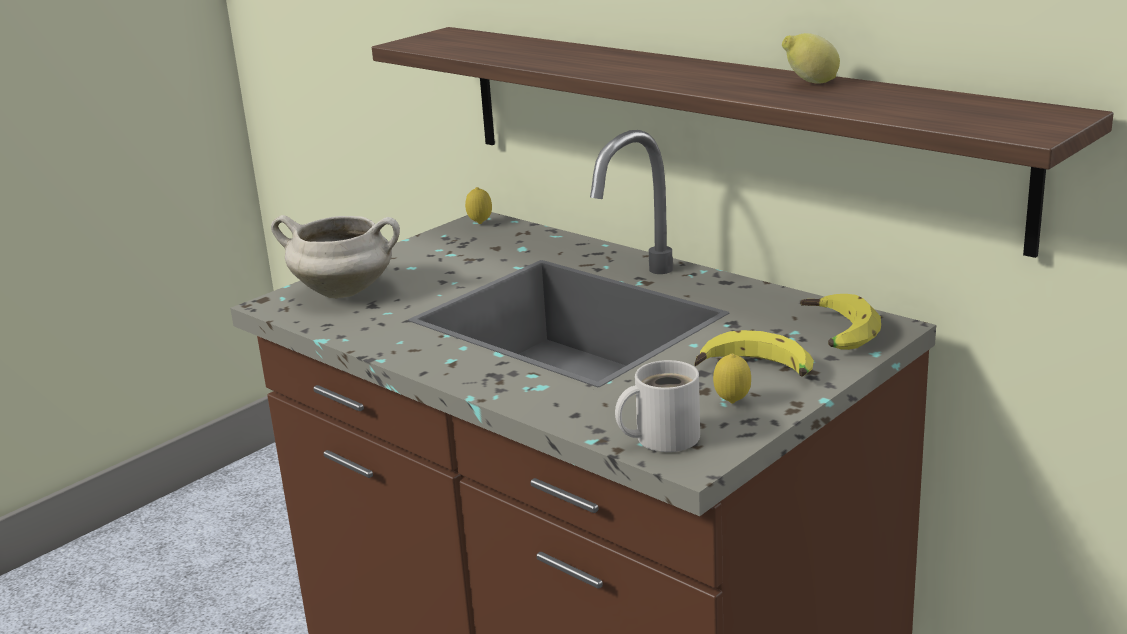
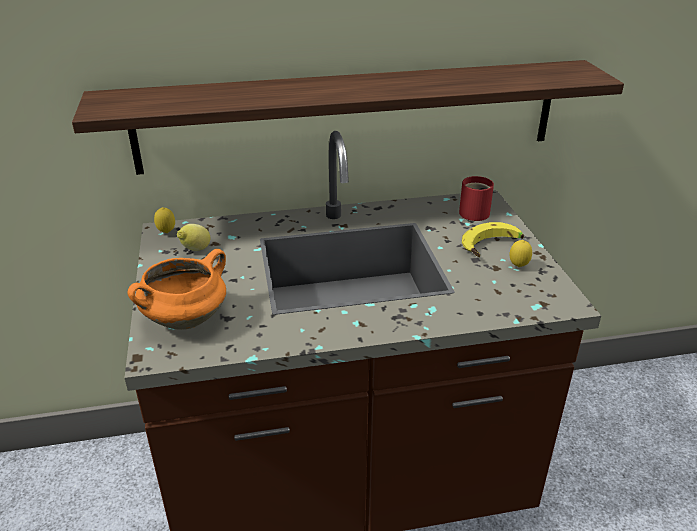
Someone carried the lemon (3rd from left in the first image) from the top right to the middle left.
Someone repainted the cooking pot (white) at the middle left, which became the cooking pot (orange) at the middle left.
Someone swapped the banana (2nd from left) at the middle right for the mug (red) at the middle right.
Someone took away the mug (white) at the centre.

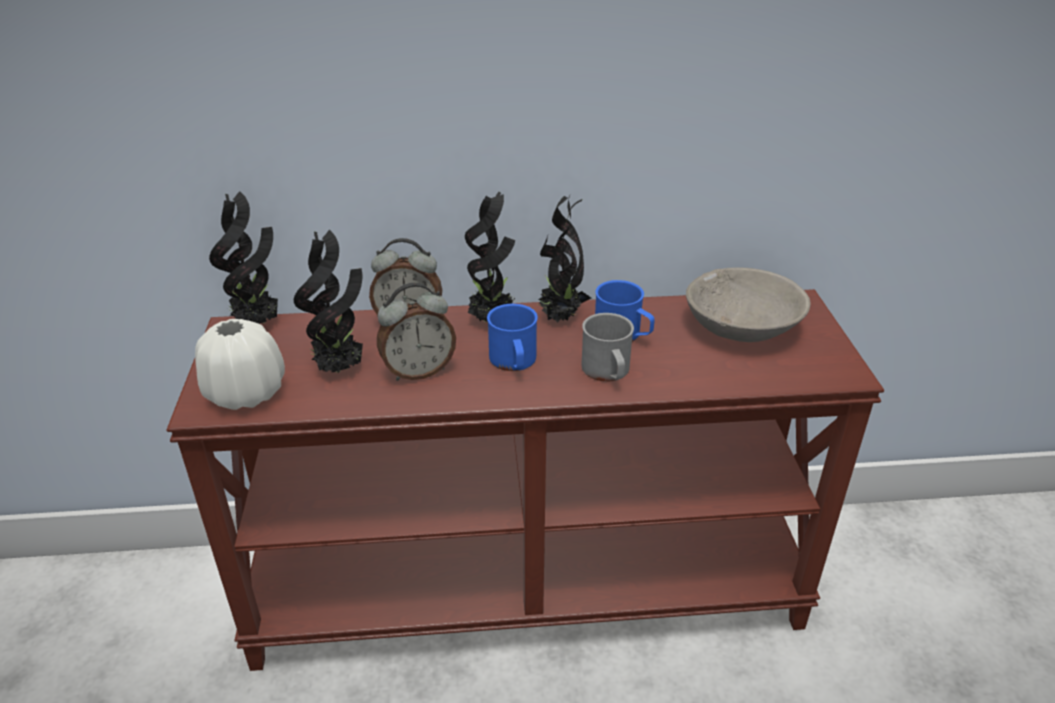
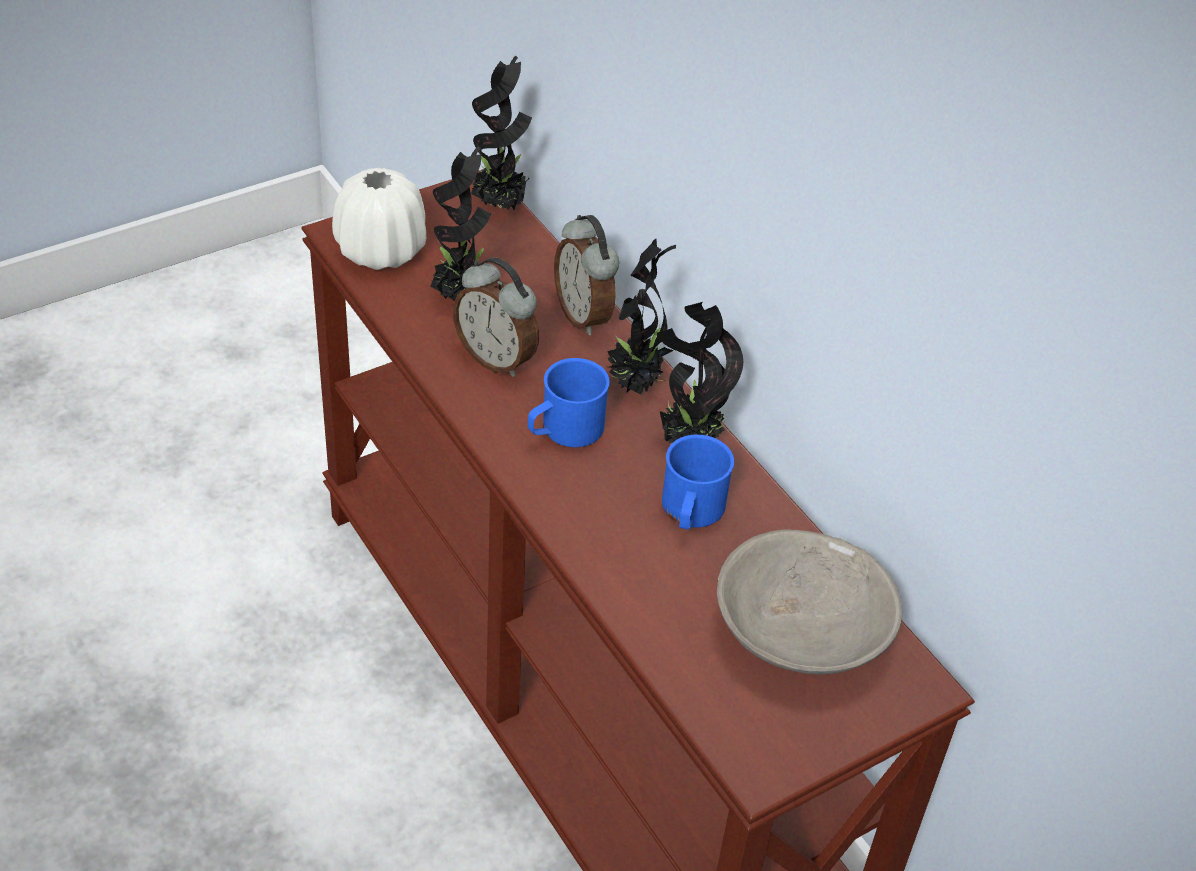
Someone took away the mug (grey) at the centre.

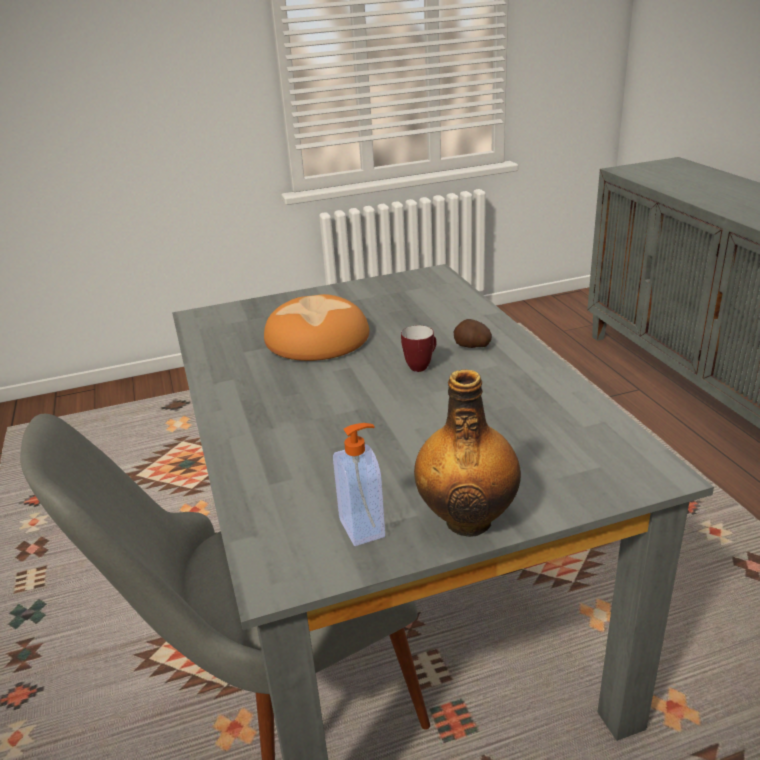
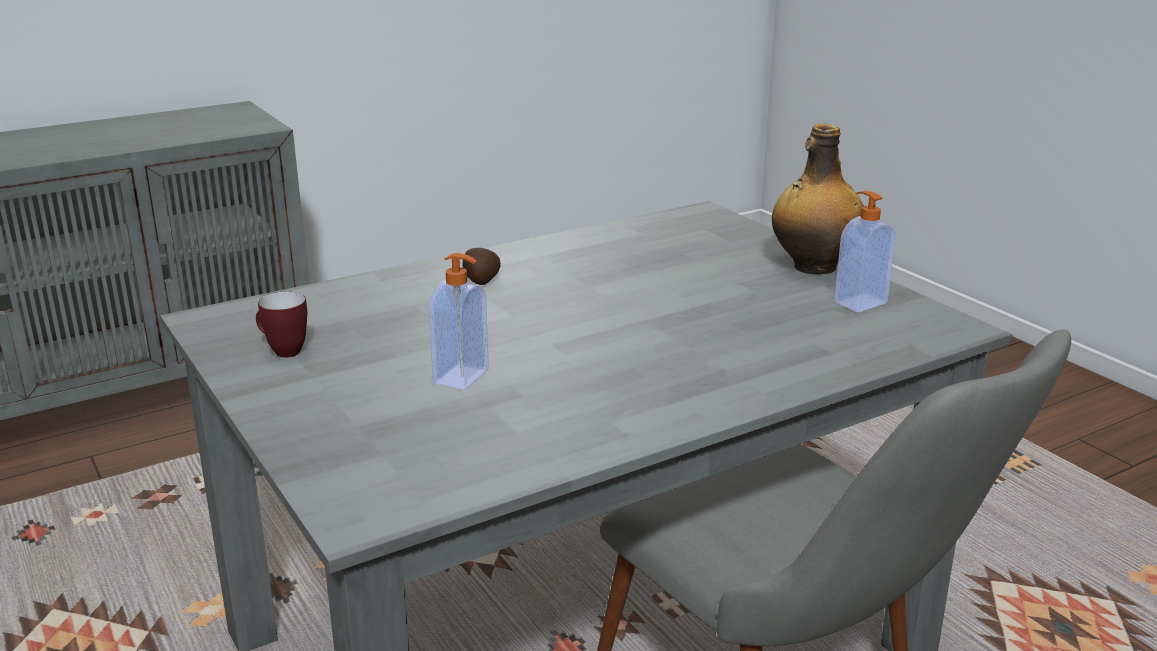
Someone swapped the bread at the centre for the soap dispenser (1st from left) at the centre.
Someone carried the mug from the centre to the middle left.

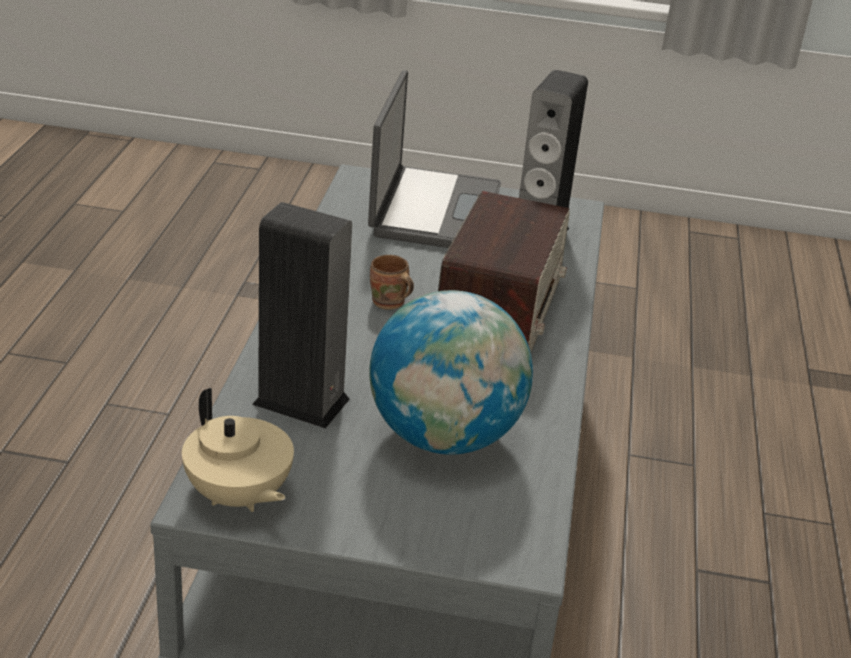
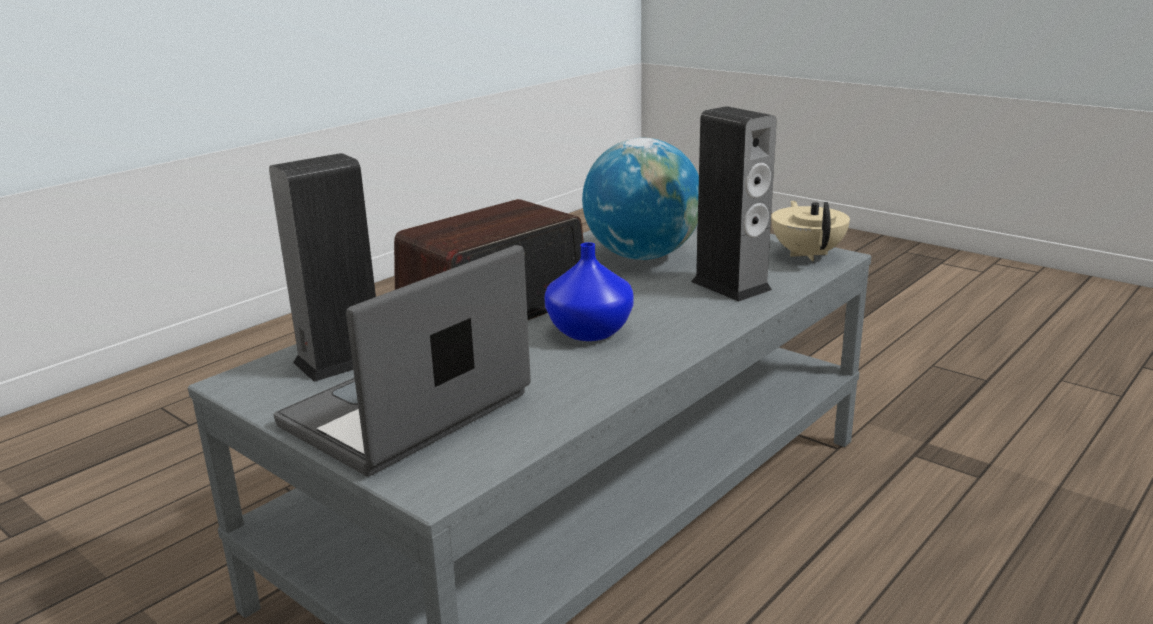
Someone swapped the mug (brown) at the centre for the vase (blue) at the centre.

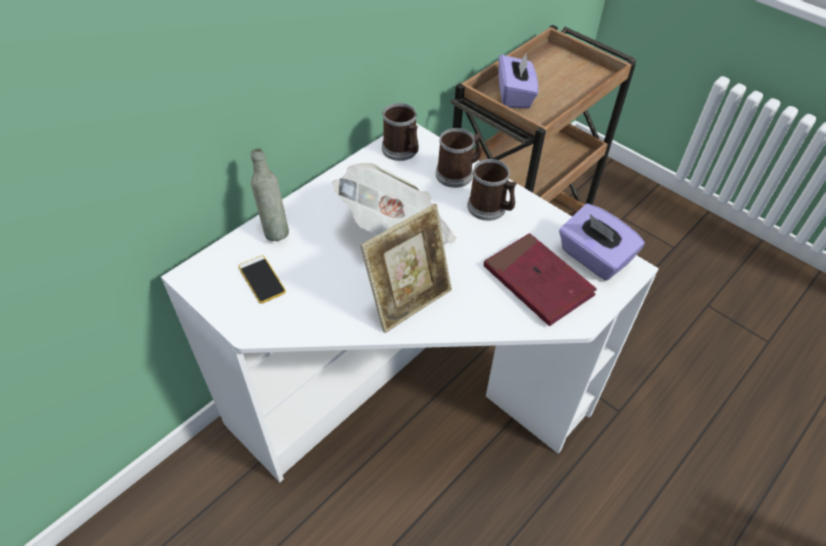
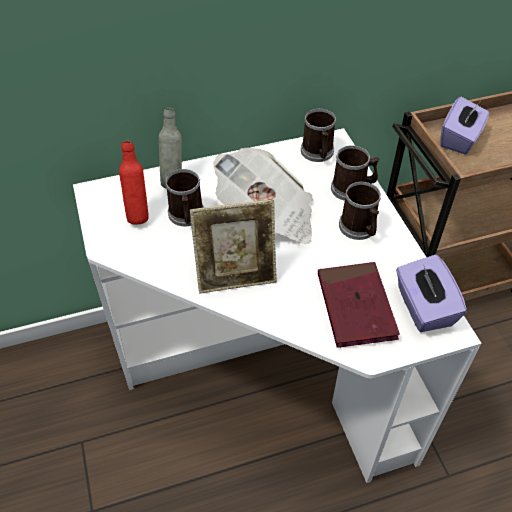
Someone swapped the phone at the middle left for the bottle (red) at the middle left.
Someone put down the mug (1st from left) at the centre.

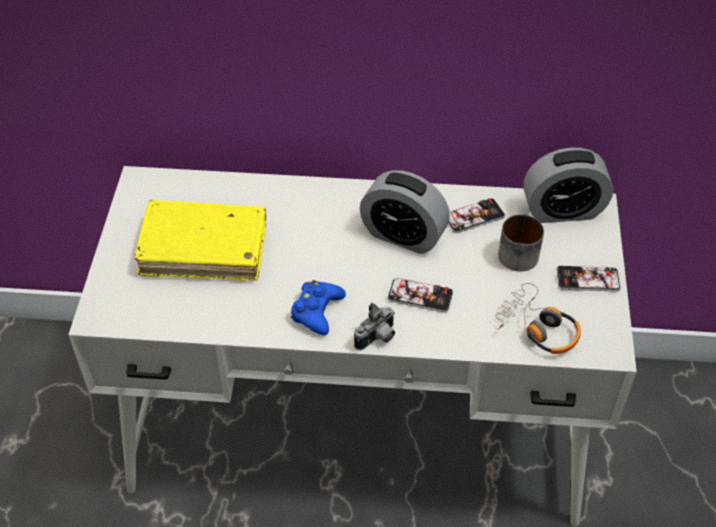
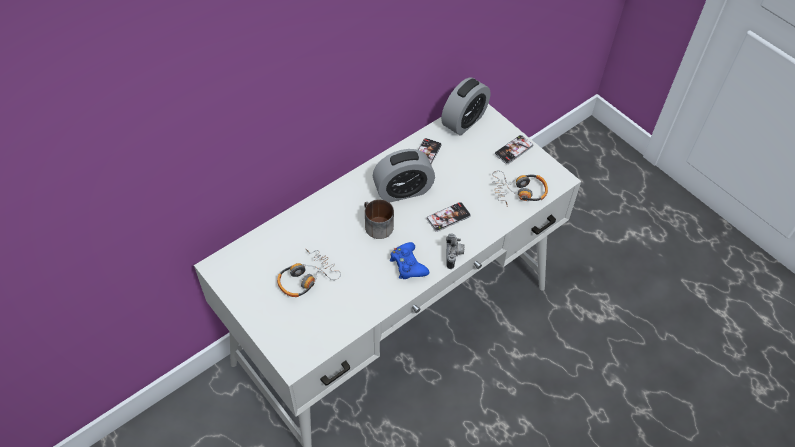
Someone swapped the book (yellow) at the middle left for the headphones (1st from left) at the centre.
Someone carried the mug from the middle right to the centre.

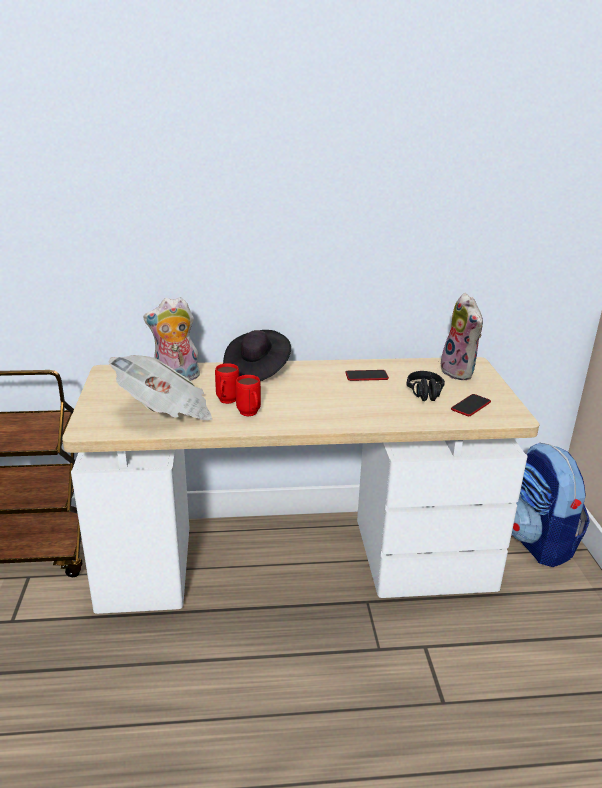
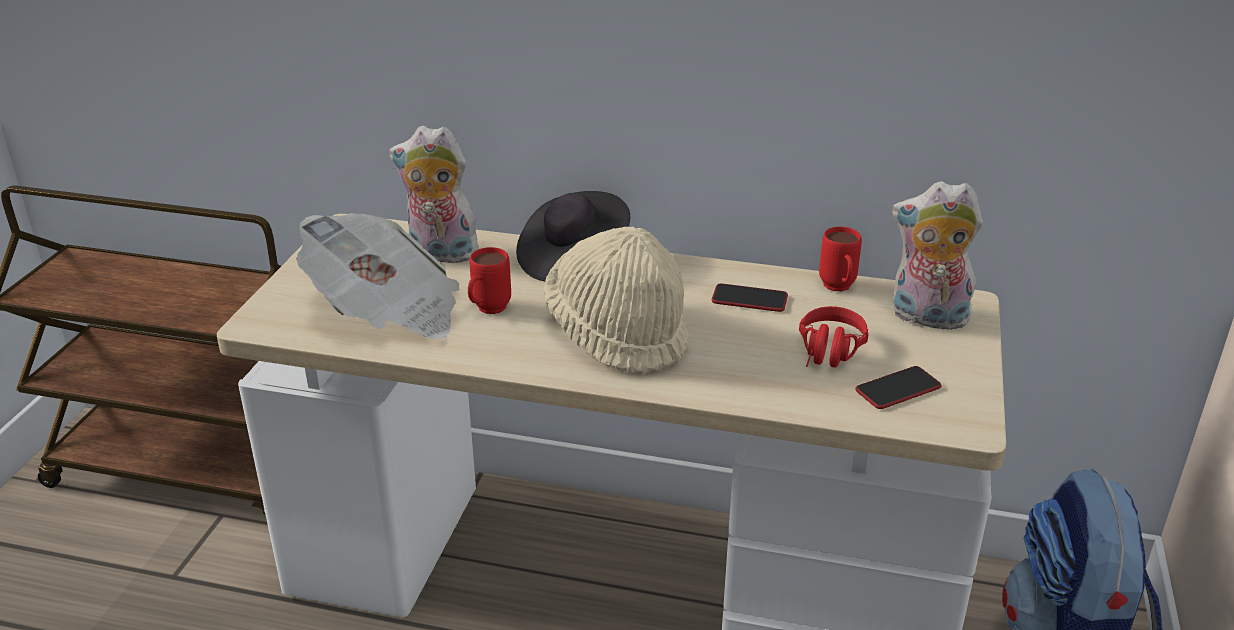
Someone rotated the plush toy (2nd from left) at the middle right by 105 degrees clockwise.
Someone repainted the headphones (black) at the middle right, which became the headphones (red) at the middle right.
Someone carried the mug (red) (2nd from left) from the centre to the middle right.
Someone put down the hat (beige) at the centre.

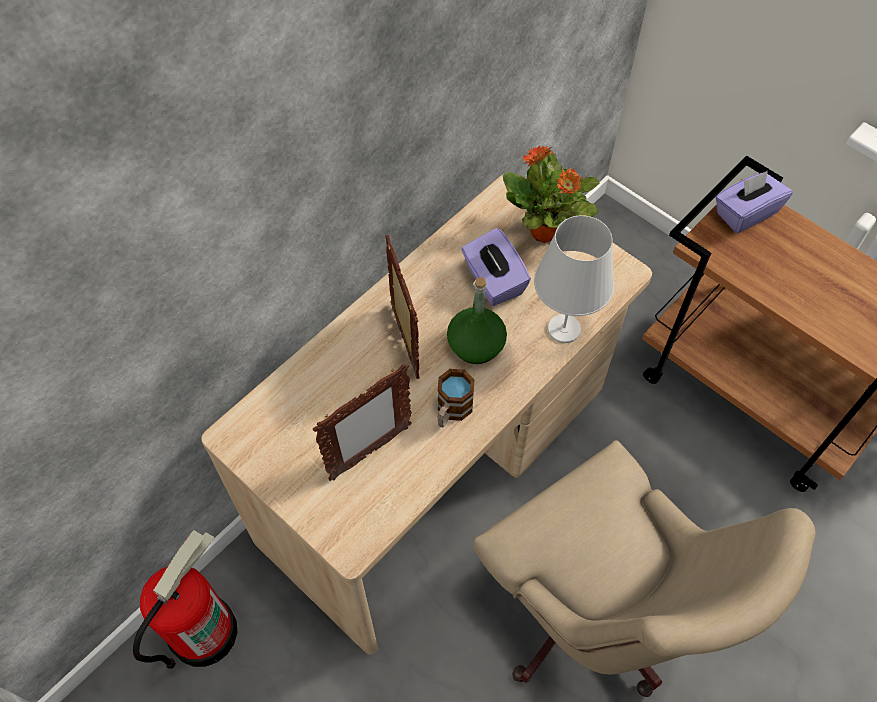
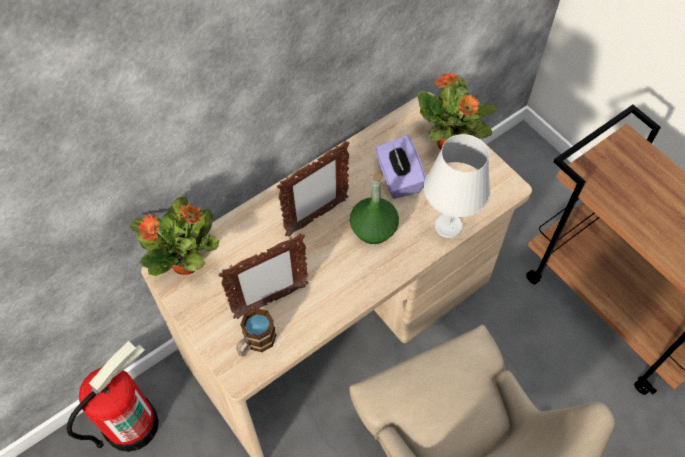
Someone took away the tissue box (purple) (2nd from left) at the top right.
Someone rotated the picture frame (2nd from left) at the centre by 60 degrees clockwise.
Someone carried the mug from the centre to the bottom centre.
Someone put down the potted plant (1st from left) at the middle left.

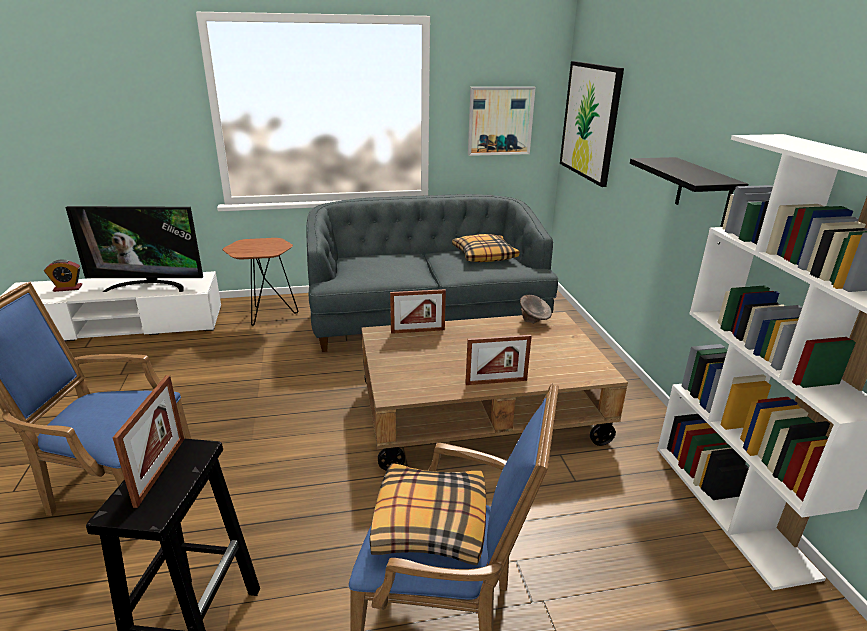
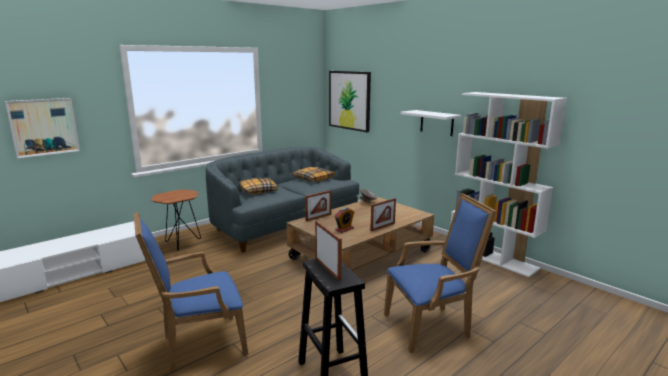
Someone carried the picture (1st from left) from the top centre to the middle left.
Someone repainted the shelf (black) at the top right, which became the shelf (white) at the top centre.
Someone took away the television at the middle left.
Someone carried the alarm clock from the middle left to the centre.
Someone carried the pillow (1st from left) from the bottom centre to the centre.

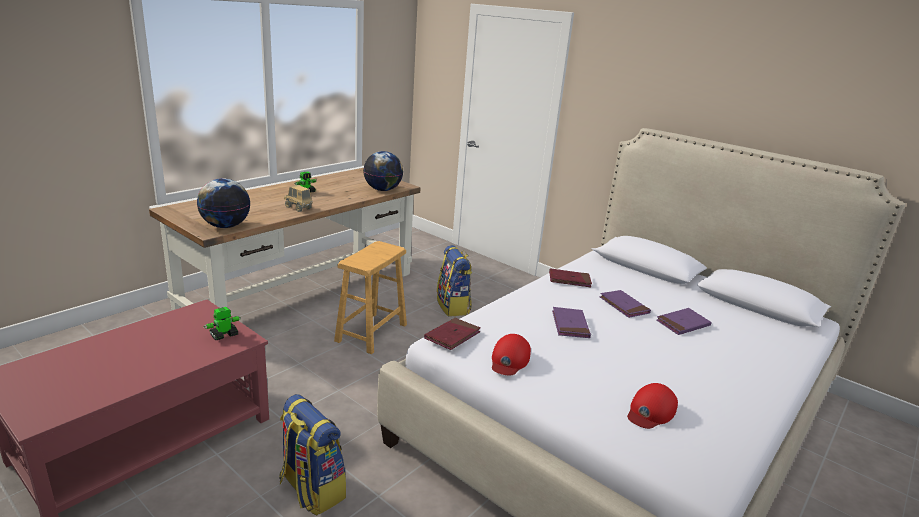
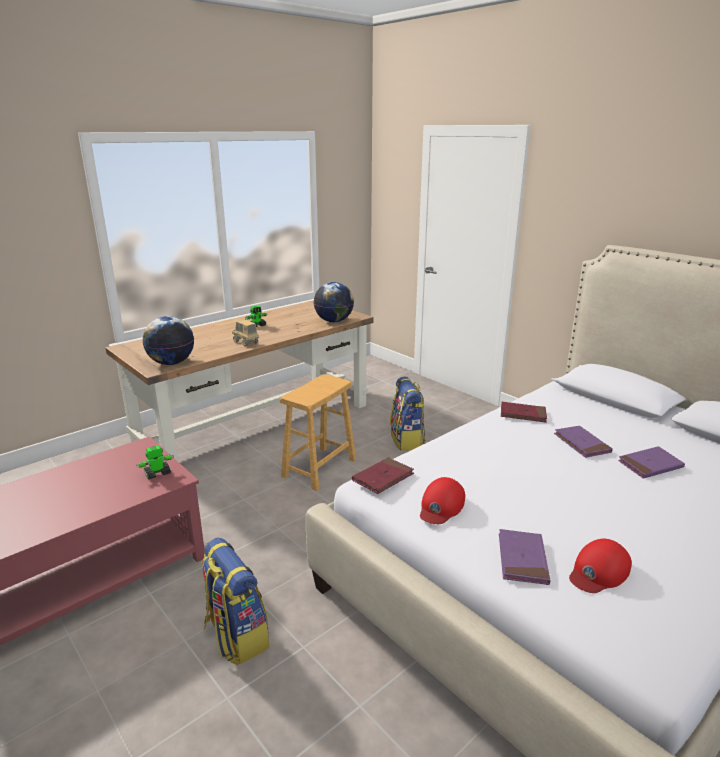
Someone carried the book (purple) (1st from left) from the centre to the bottom right.

